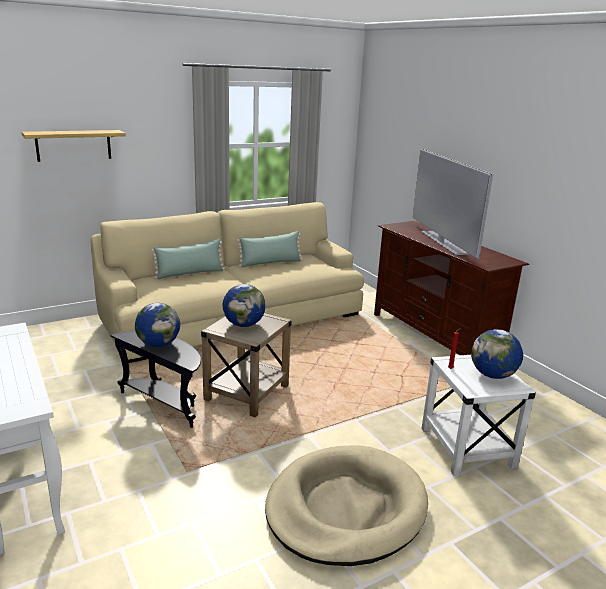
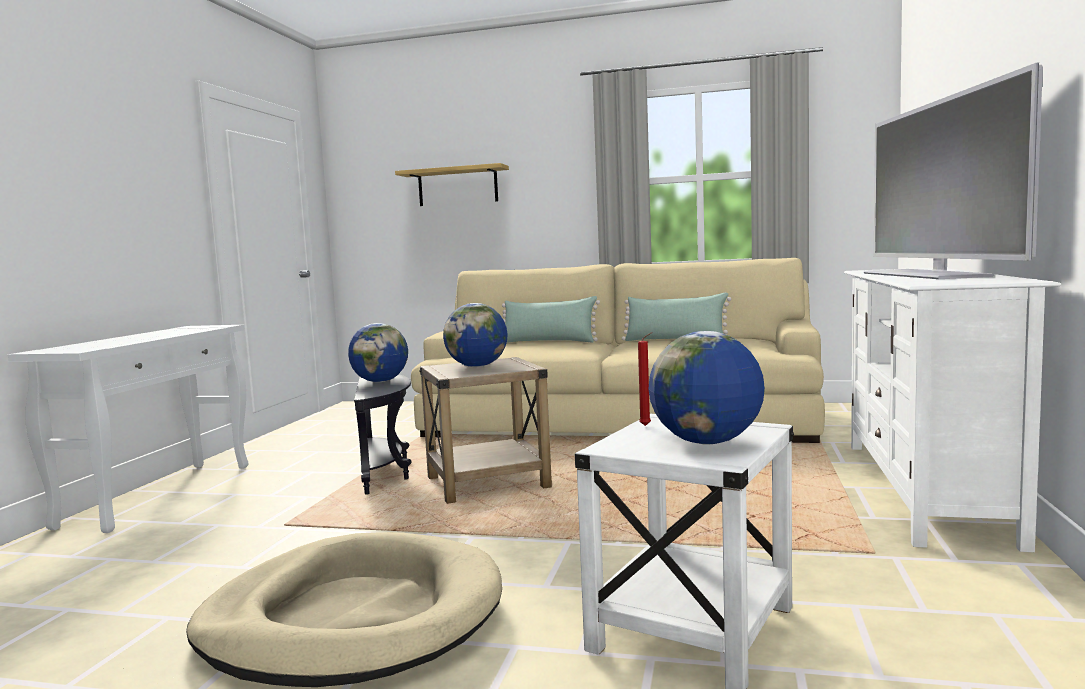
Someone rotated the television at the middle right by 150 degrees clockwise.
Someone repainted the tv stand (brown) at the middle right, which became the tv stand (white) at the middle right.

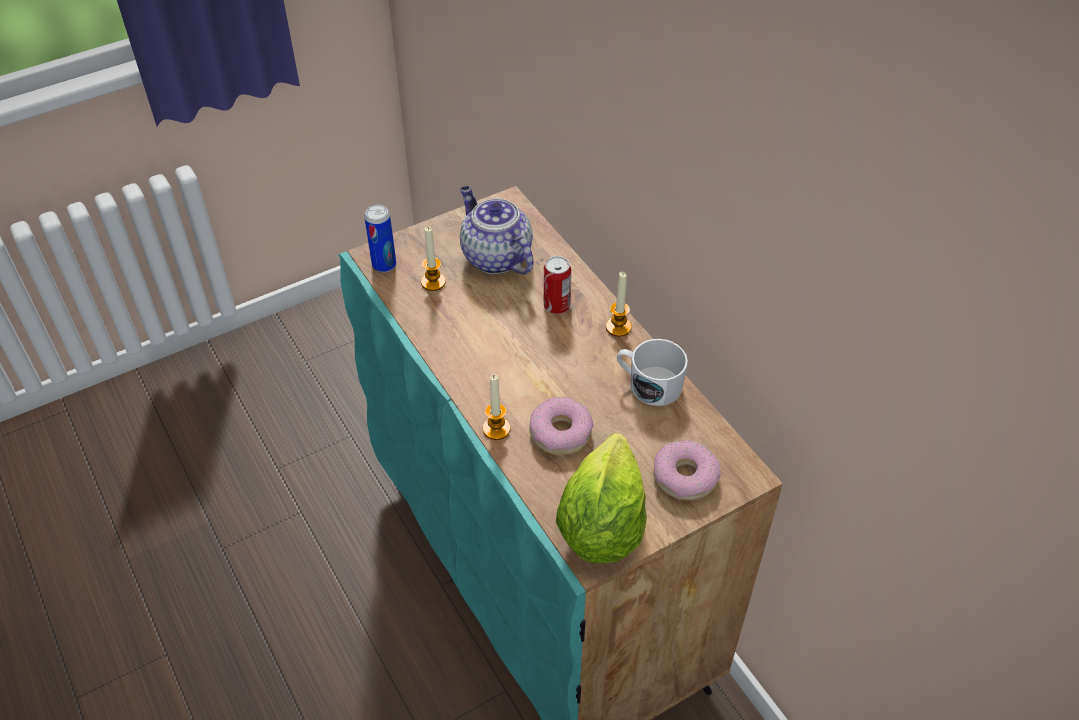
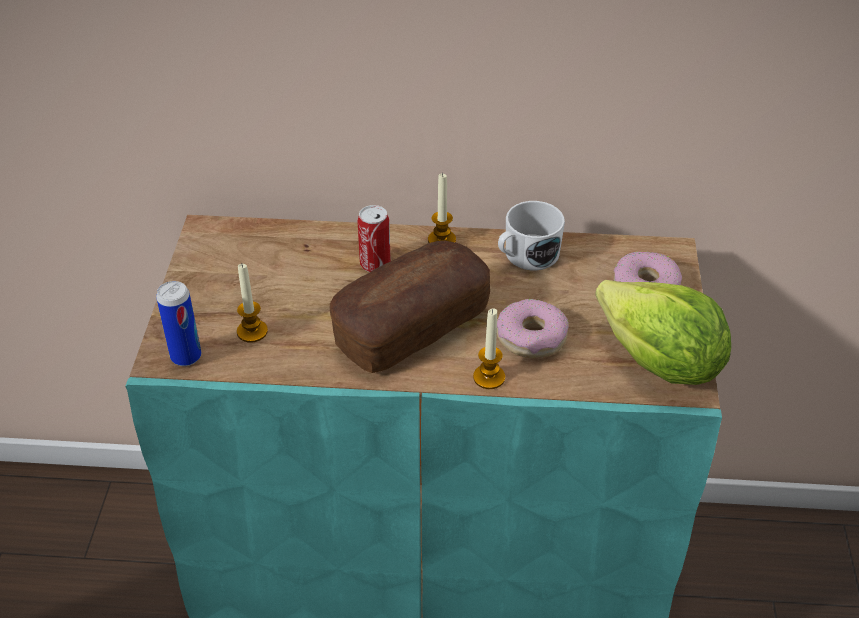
Someone took away the teapot at the top centre.
Someone put down the bread at the centre.

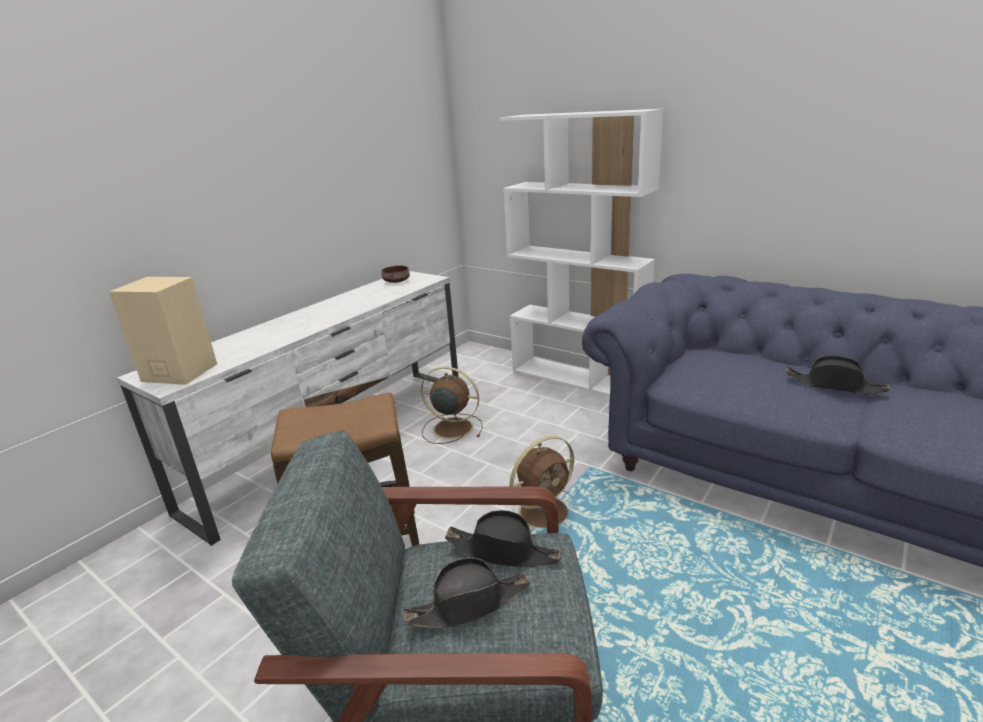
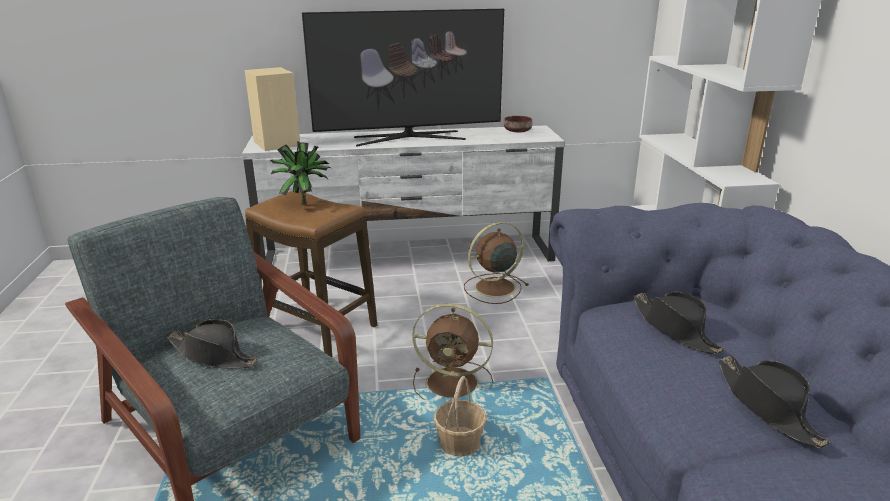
Someone rotated the fan (brown) (1st from left in the first image) at the centre by 90 degrees counterclockwise.
Someone carried the hat (black) (2nd from left) from the bottom centre to the middle right.
Someone put down the television at the top centre.
Someone put down the potted plant at the centre.
Someone put down the basket at the bottom centre.

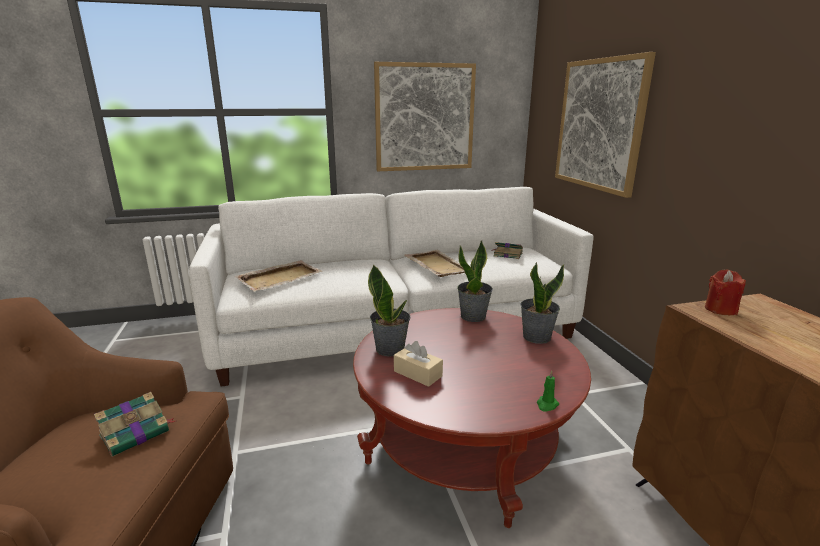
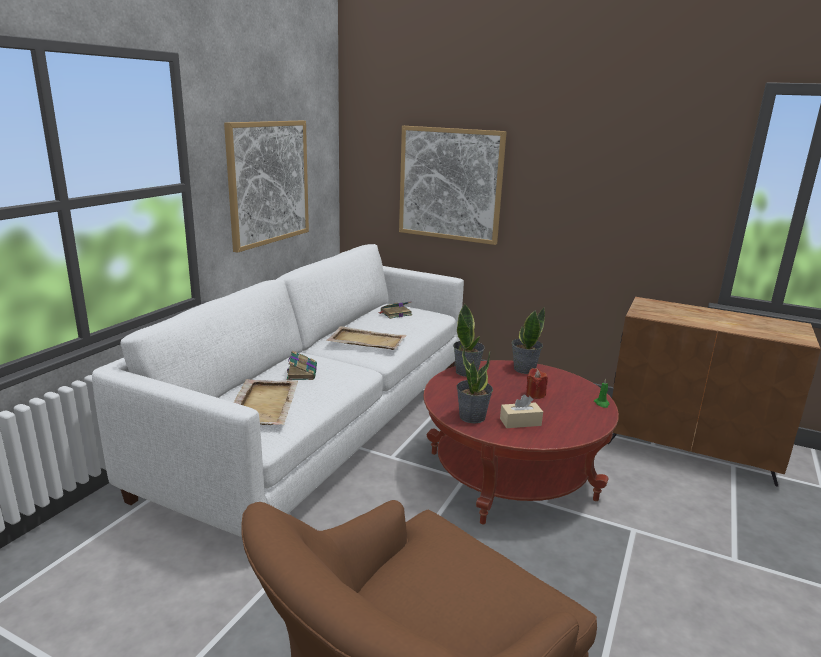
Someone carried the candle (red) from the middle right to the centre.
Someone carried the book (1st from left) from the bottom left to the centre.

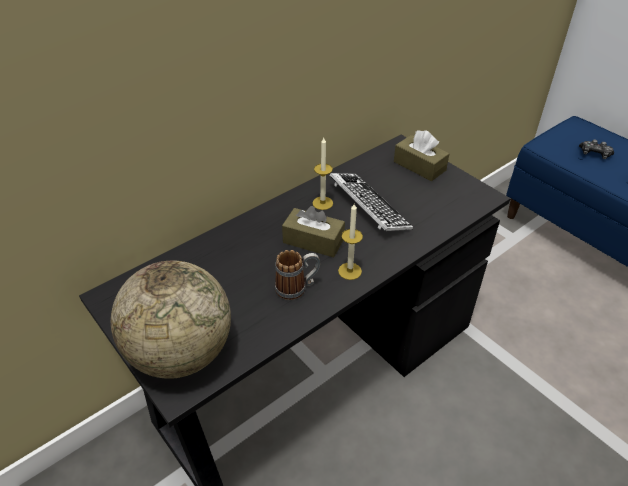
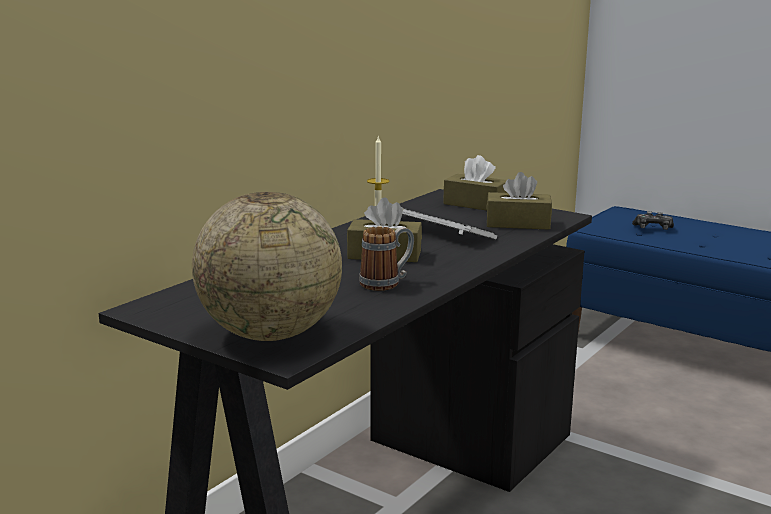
Someone took away the candle (2nd from left) at the centre.
Someone put down the tissue box (brown) (3rd from left) at the middle right.

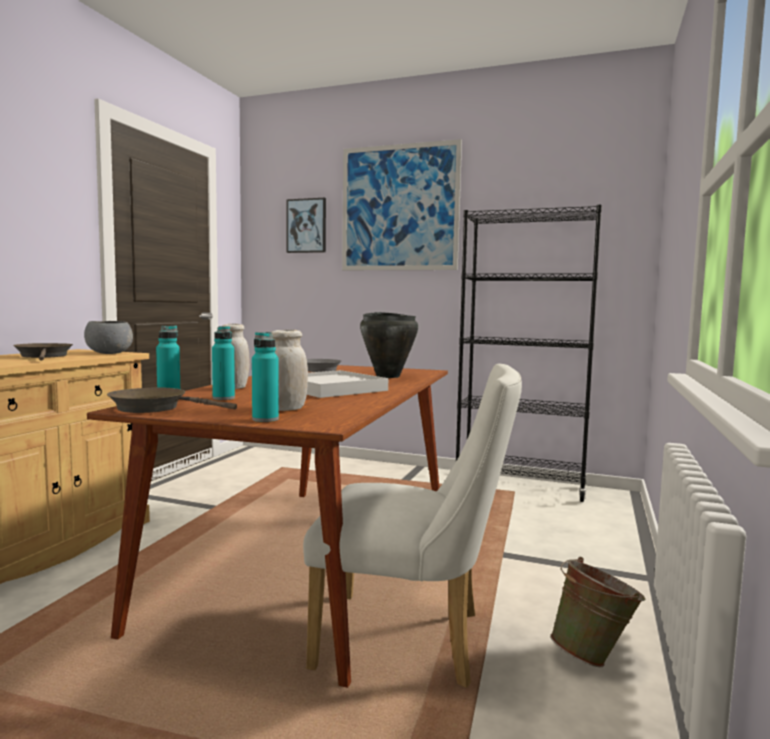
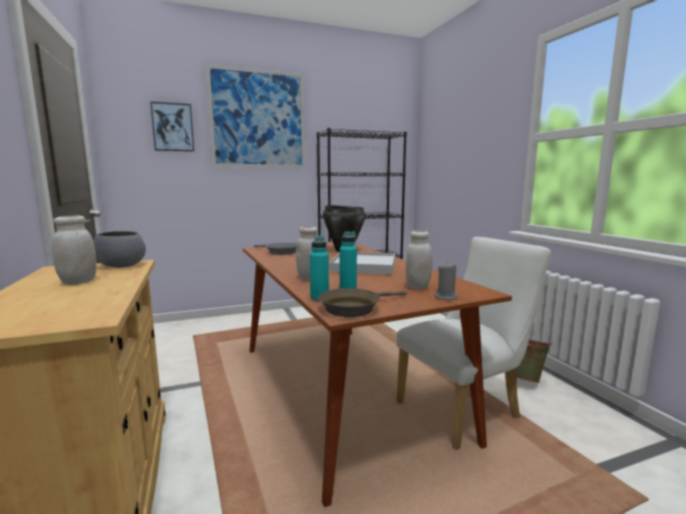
Someone swapped the bottle (turquoise) (3rd from left) at the centre for the candle (grey) at the centre.
Someone swapped the frying pan (brown) (1st from left) at the middle left for the jar (white) (1st from left) at the middle left.

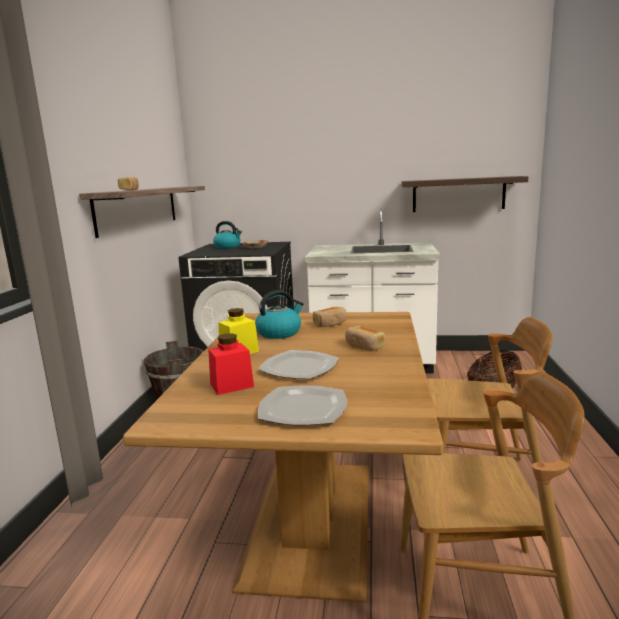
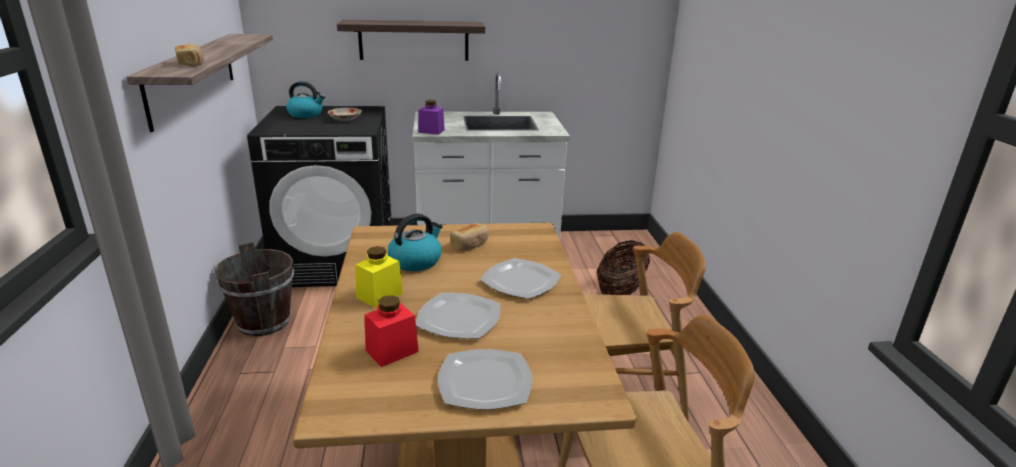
Someone carried the shelf (2nd from left) from the top right to the top centre.
Someone swapped the bread (3rd from left) at the centre for the plate (4th from left) at the centre.
Someone put down the jar (purple) at the top centre.

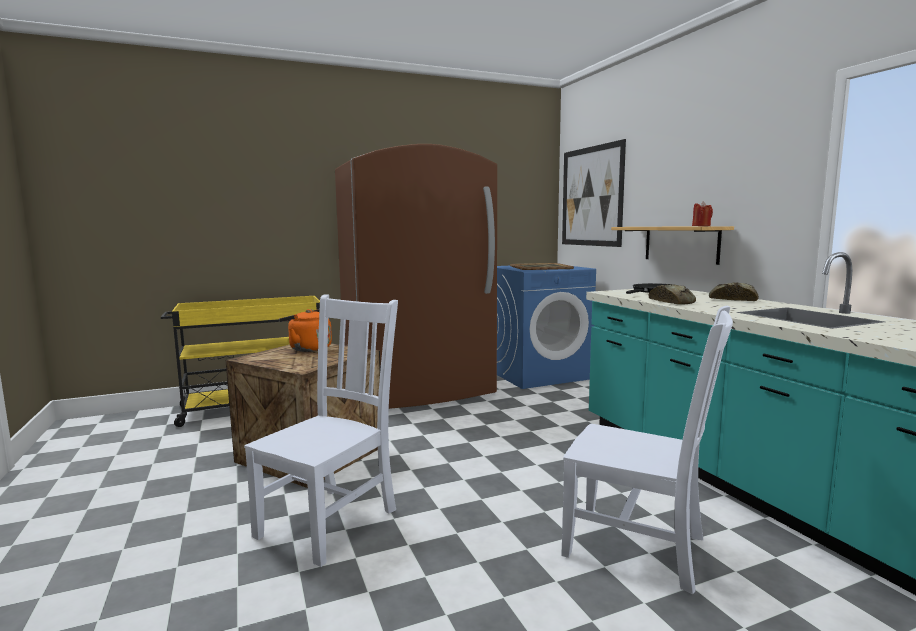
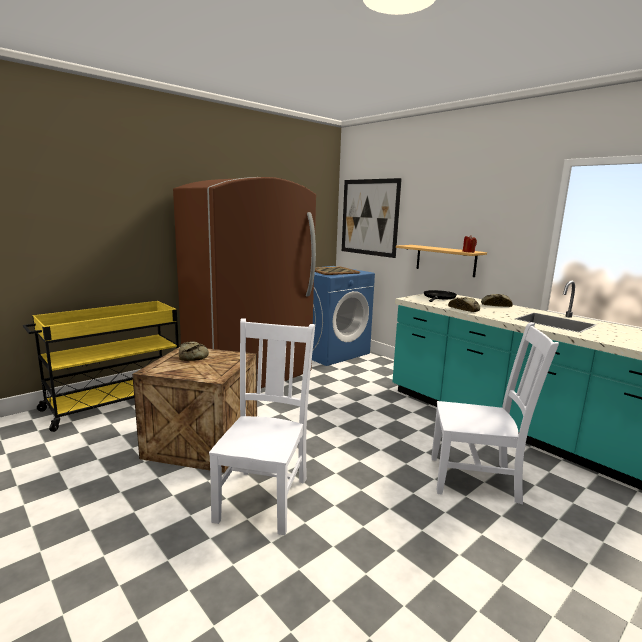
Someone swapped the kettle (orange) at the middle left for the bread (1st from left) at the middle left.

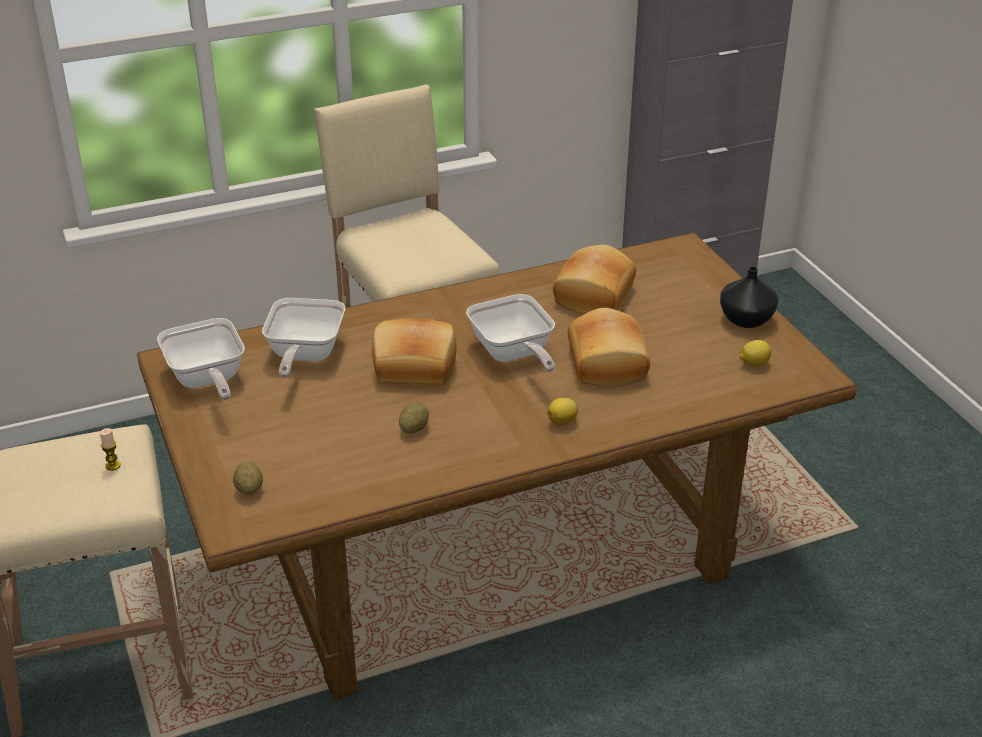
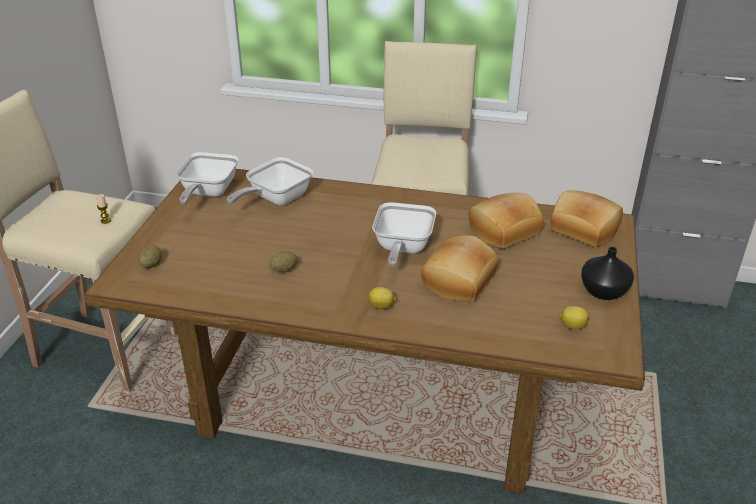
Someone carried the bread (1st from left in the first image) from the centre to the middle right.

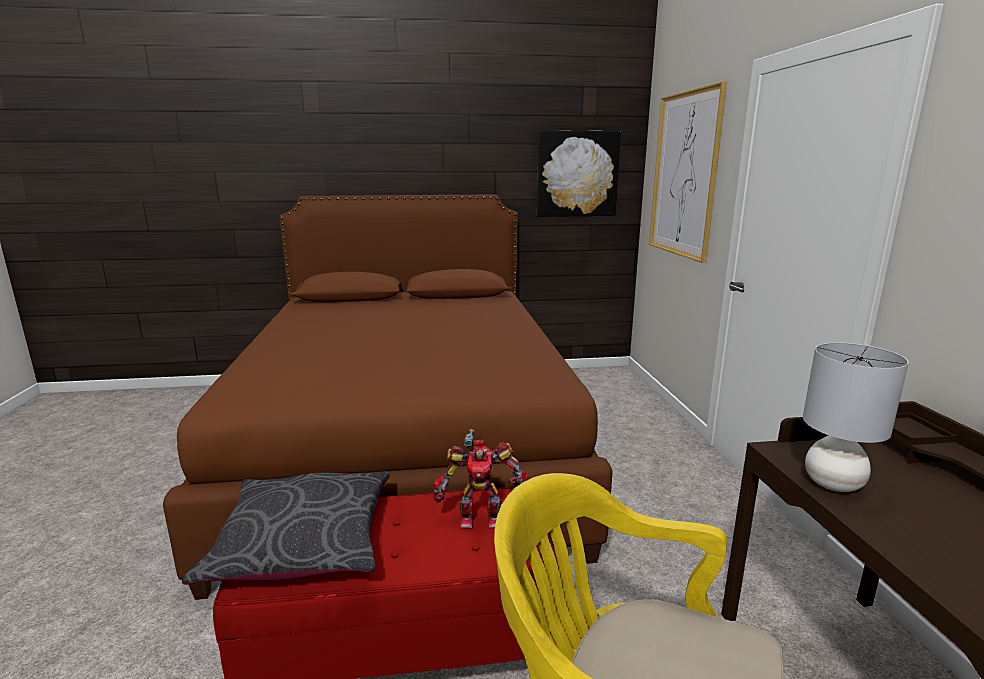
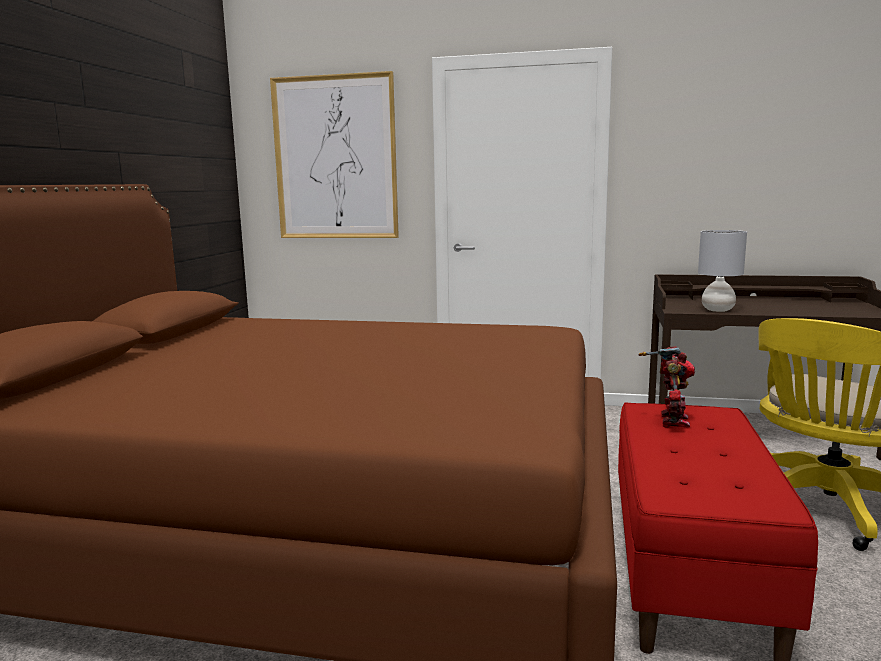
Someone took away the picture (1st from left) at the top centre.
Someone took away the pillow (grey) at the bottom left.

